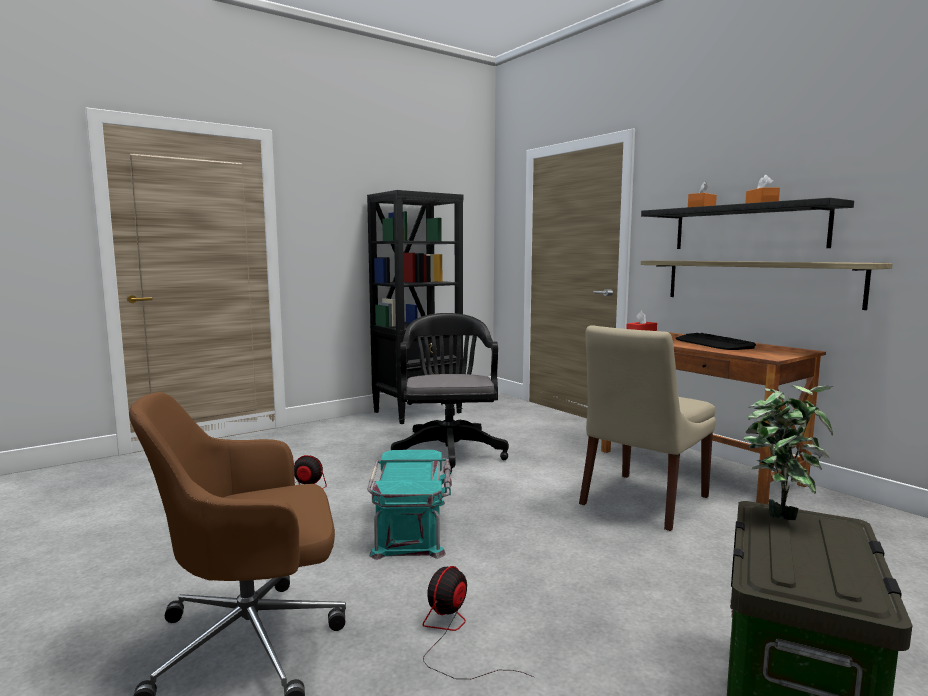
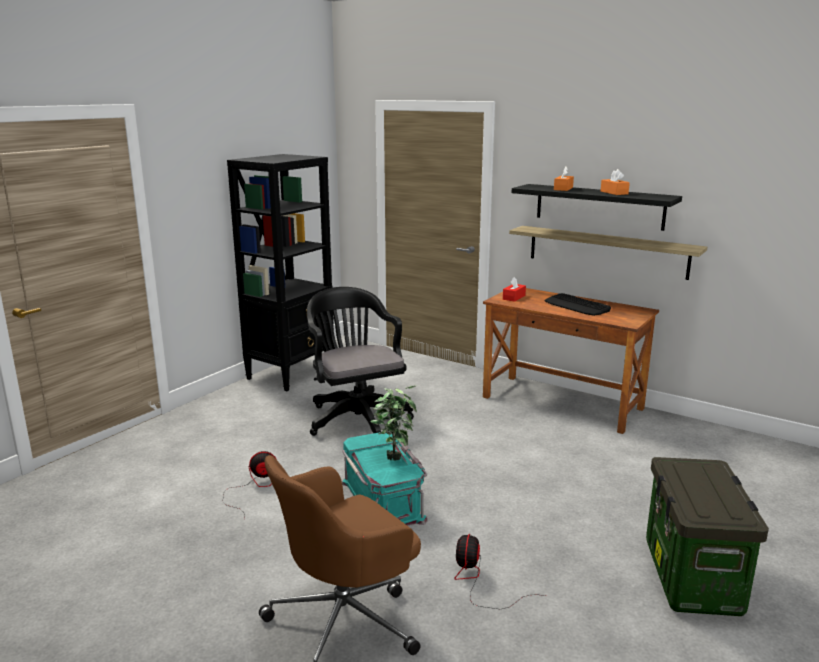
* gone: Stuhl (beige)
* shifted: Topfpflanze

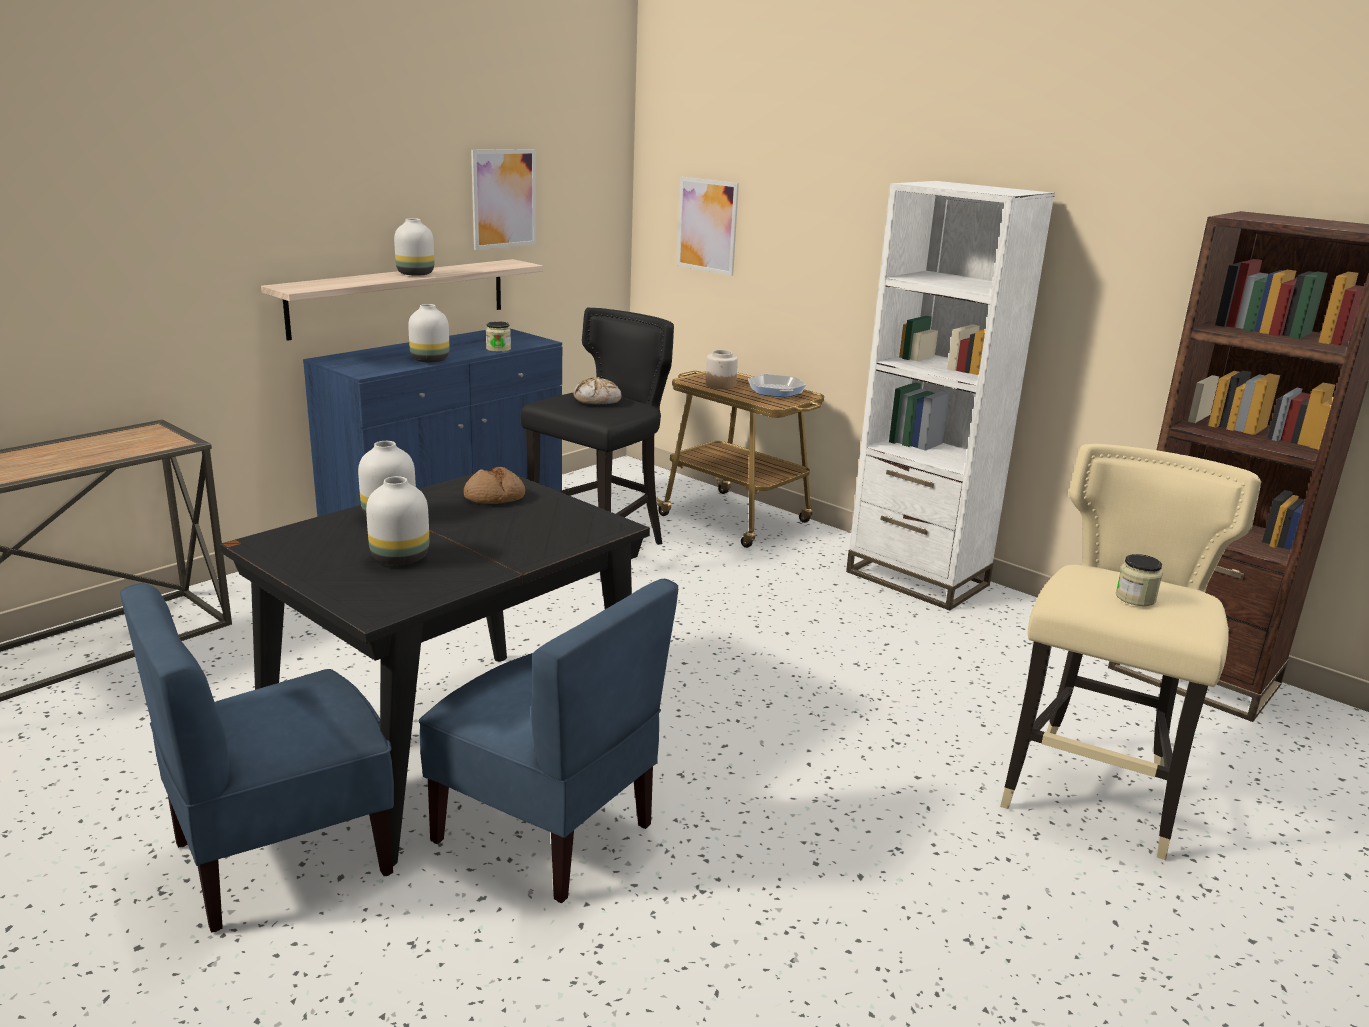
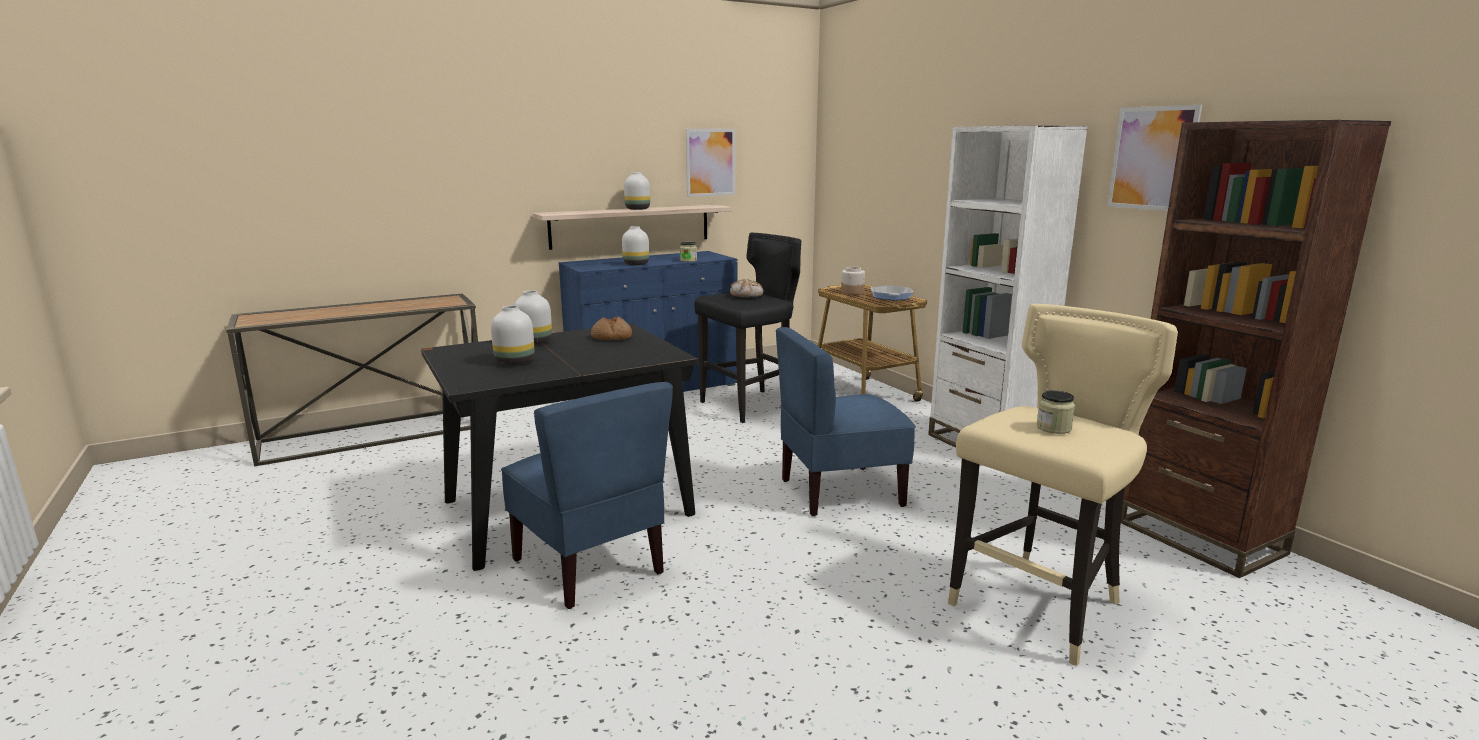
* shifted: Bild (no. 2 from left)
* shifted: Stuhl (blau) (no. 1 from left in the first image) to Stuhl (blau) (no. 2 from left)

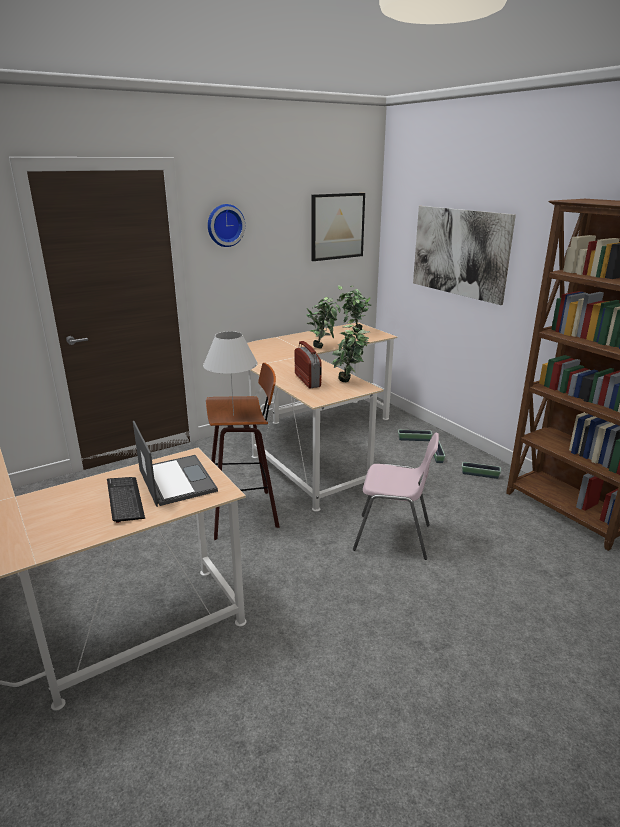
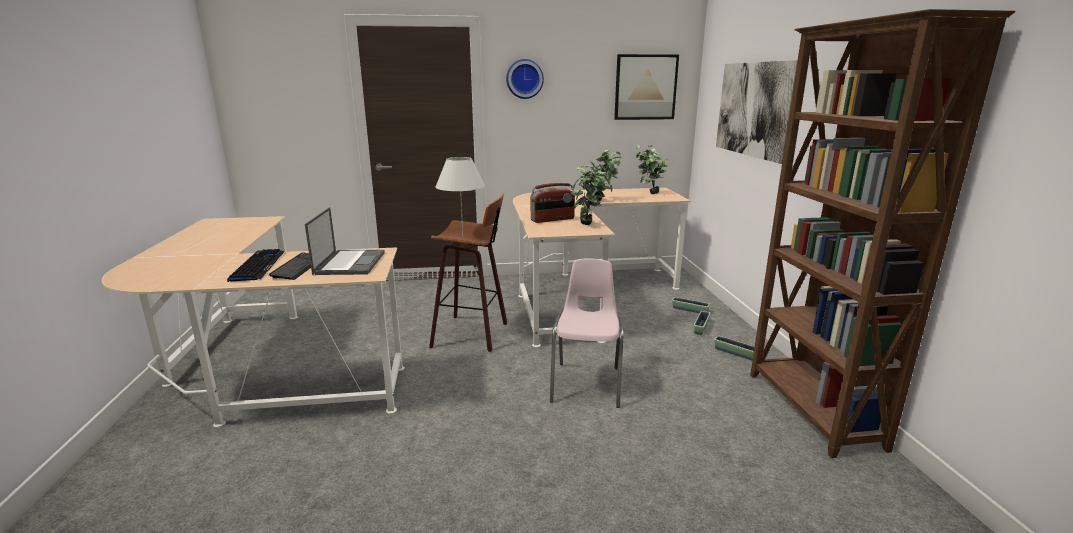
* rotated: Radio 60 degrees clockwise
* rotated: Stuhl (rosa) 120 degrees counterclockwise
* new: Tastatur (no. 1 from left)

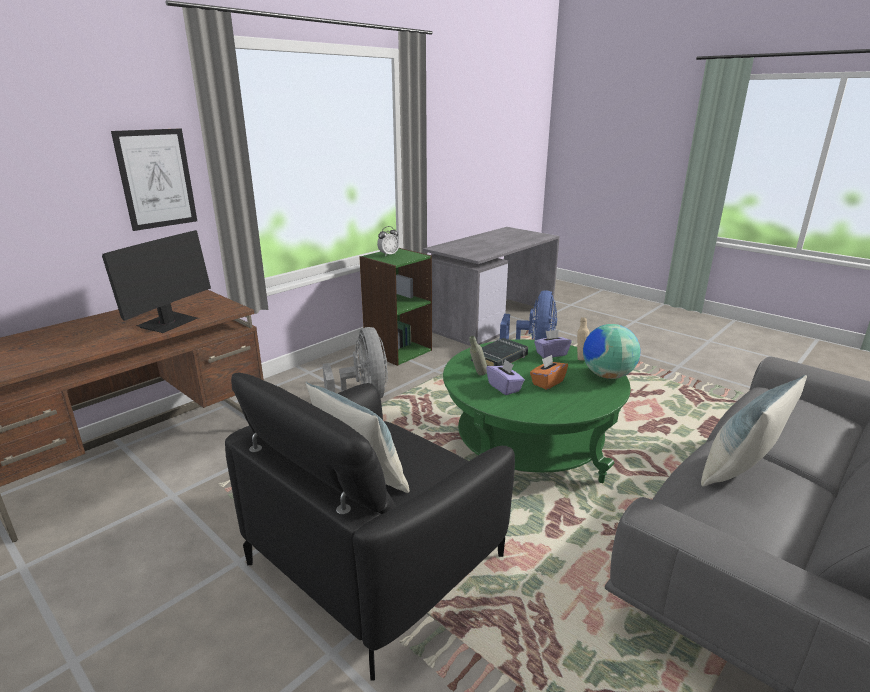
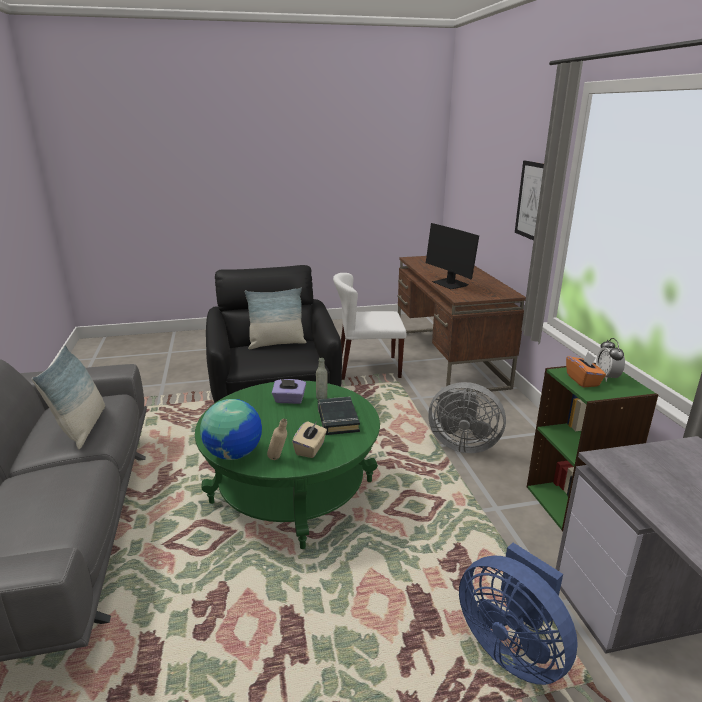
* repainted: Taschentuchbox (lila) (no. 2 from left) to Taschentuchbox (beige)
* shifted: Taschentuchbox (orange)
* new: Stuhl (weiß)

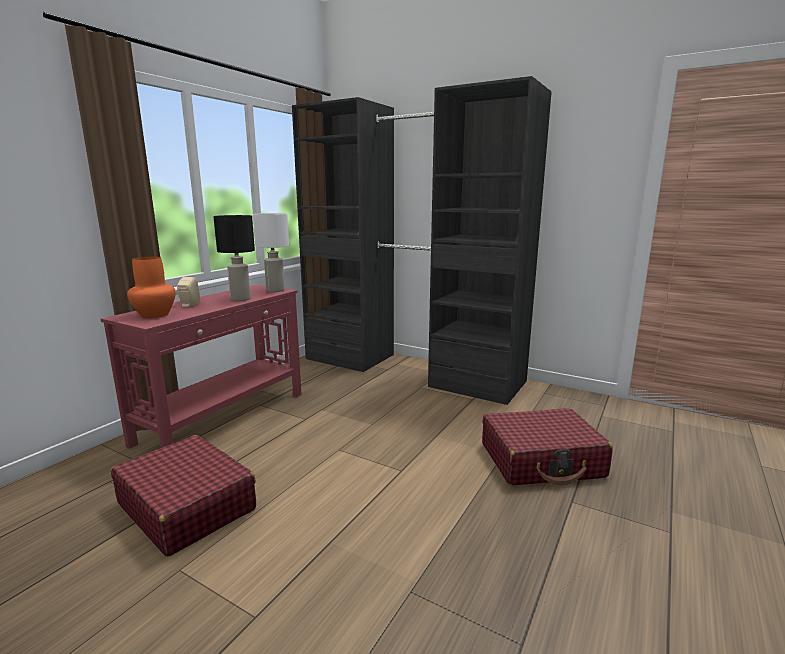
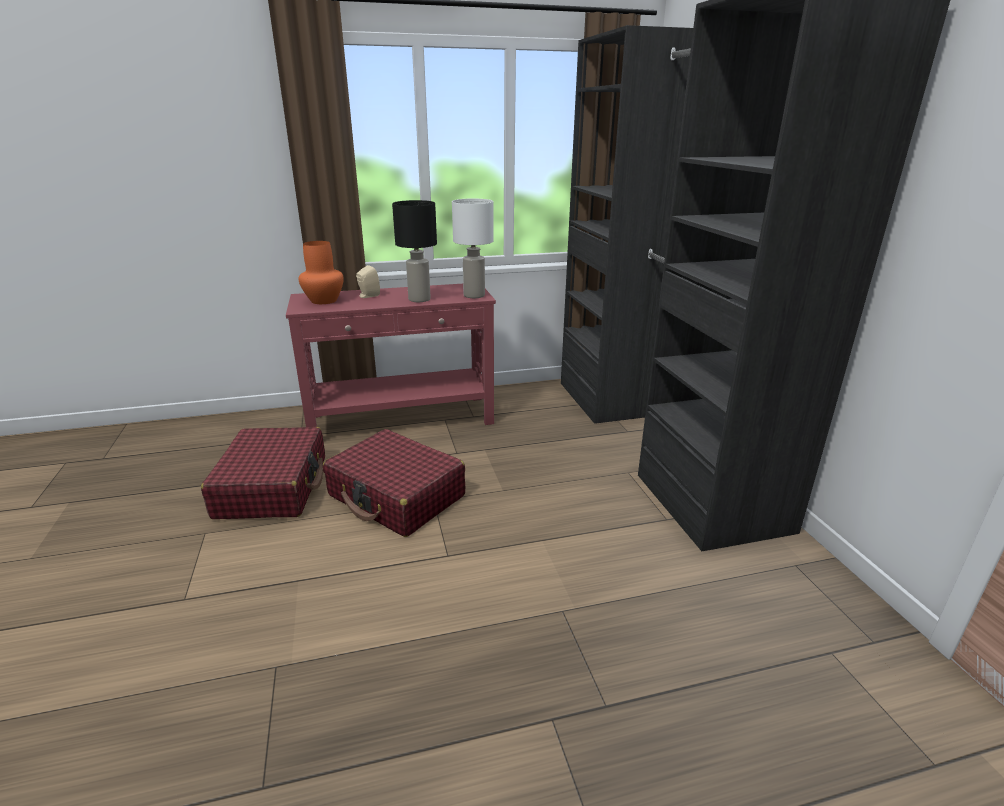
* shifted: Koffer (rot) (no. 2 from left)

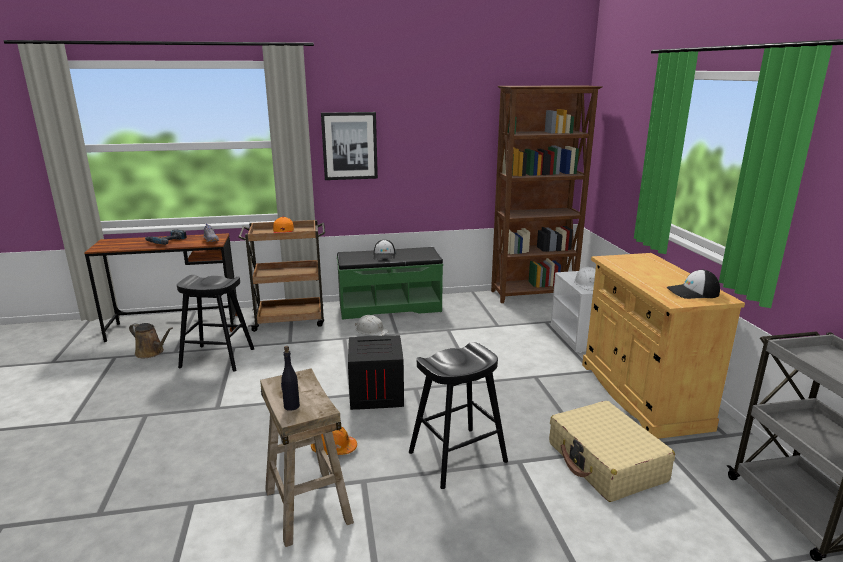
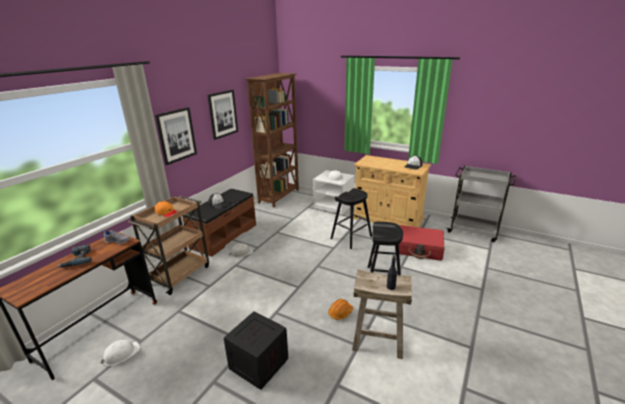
* repainted: Bank (grün) to Bank (braun)
* shifted: Hocker (schwarz) (no. 1 from left)
* swapped: Gießkanne (braun) to Schutzhelm (weiß) (no. 1 from left)
* shifted: Kiste
* repainted: Koffer (beige) to Koffer (rot)
* new: Bild (no. 2 from left)

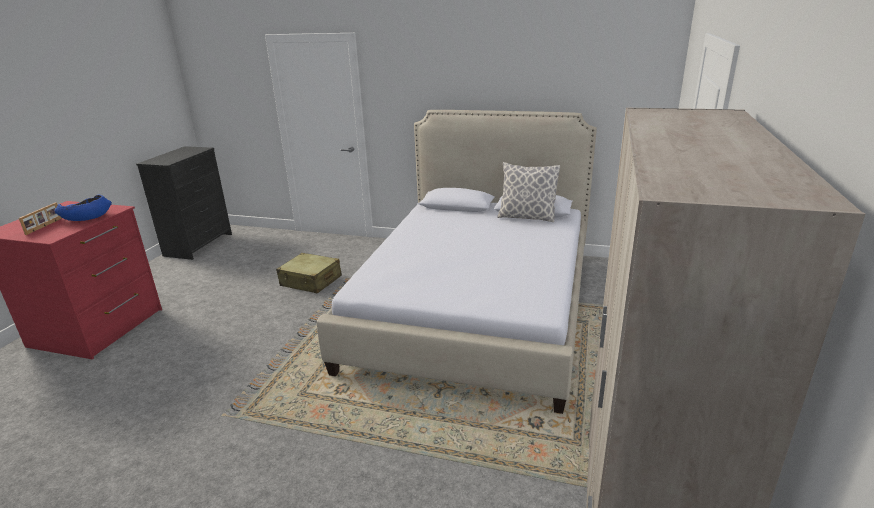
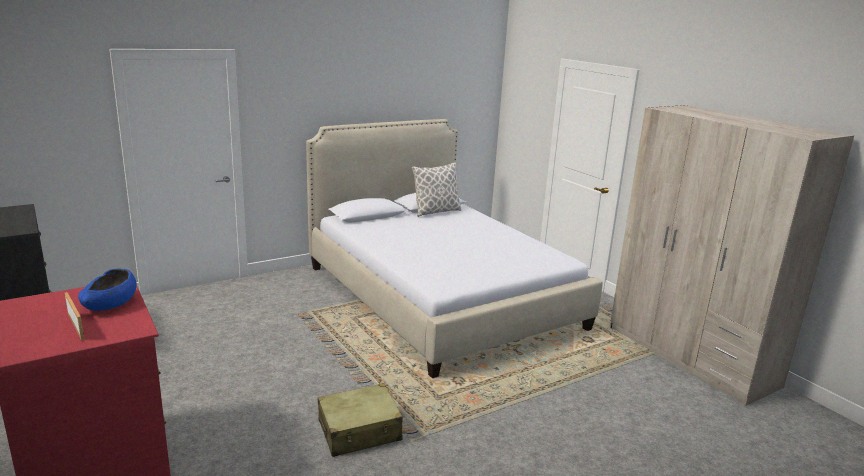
* shifted: Koffer (beige)

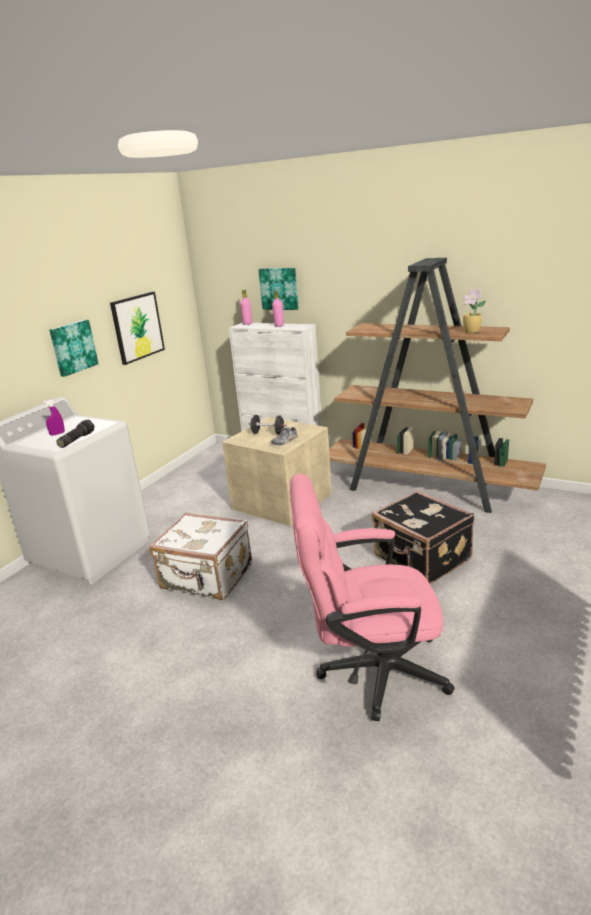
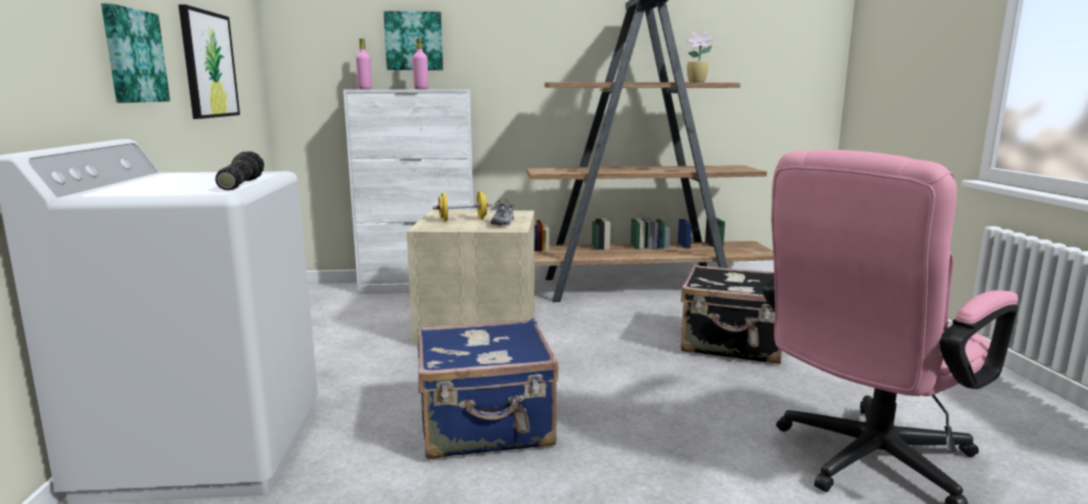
* gone: Sprühflasche (lila)
* repainted: Hantel (schwarz) to Hantel (gelb)
* repainted: Koffer (weiß) to Koffer (blau)

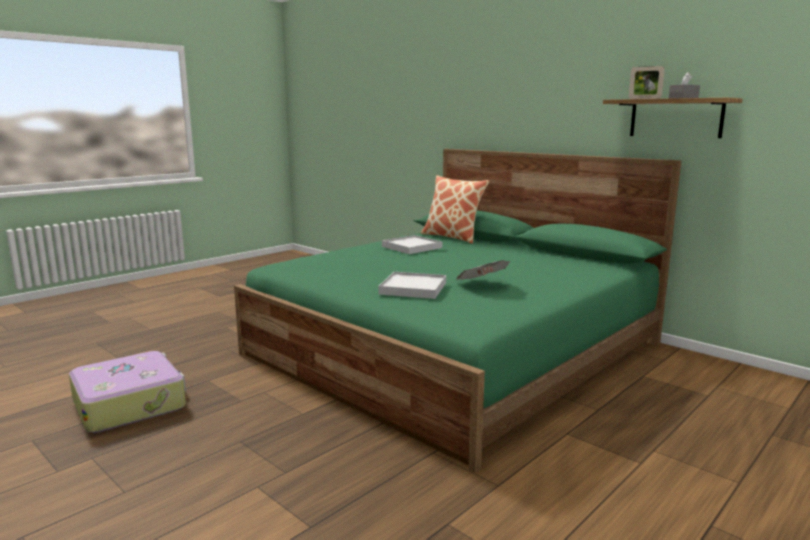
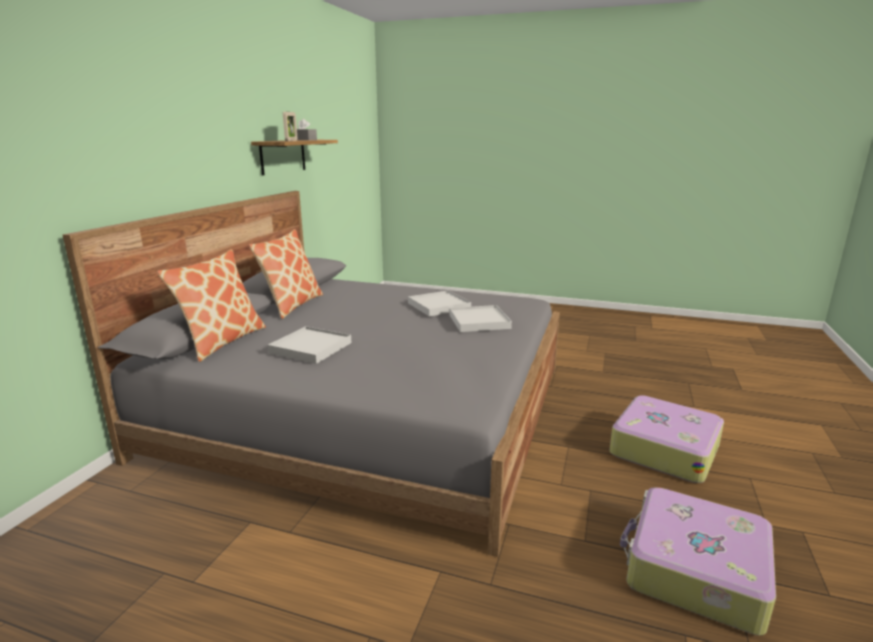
* repainted: Bett (grün) to Bett (grau)
* swapped: Zeitung to Tablett (weiß) (no. 2 from left)
* new: Kissen (no. 2 from left)
* new: Koffer (no. 1 from left)

